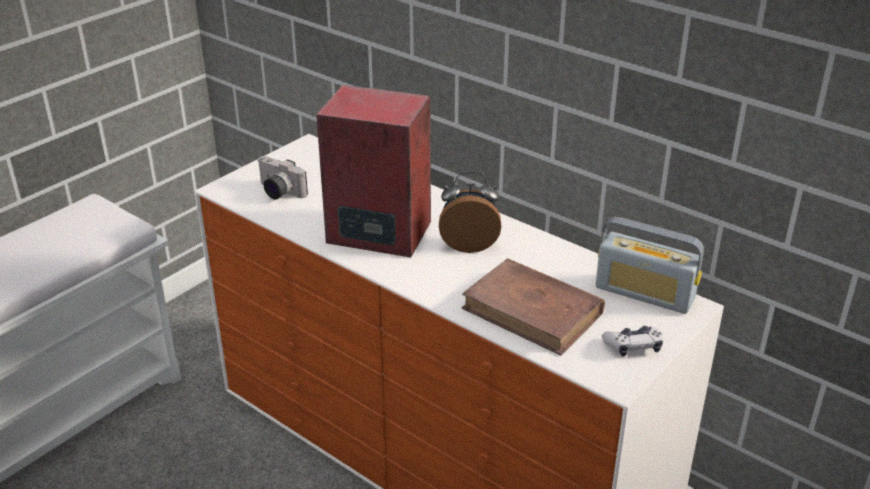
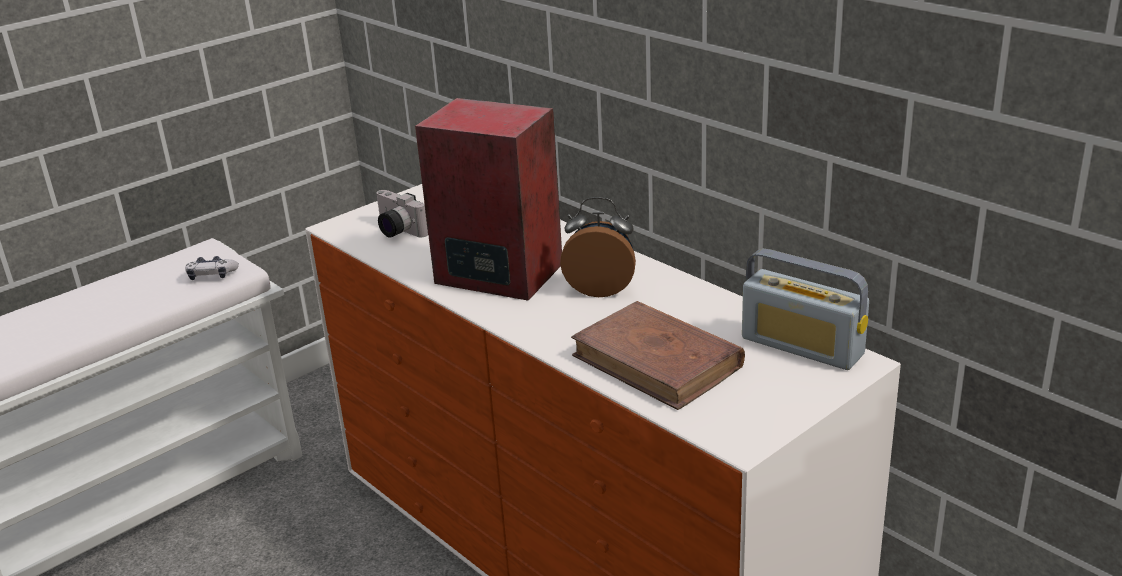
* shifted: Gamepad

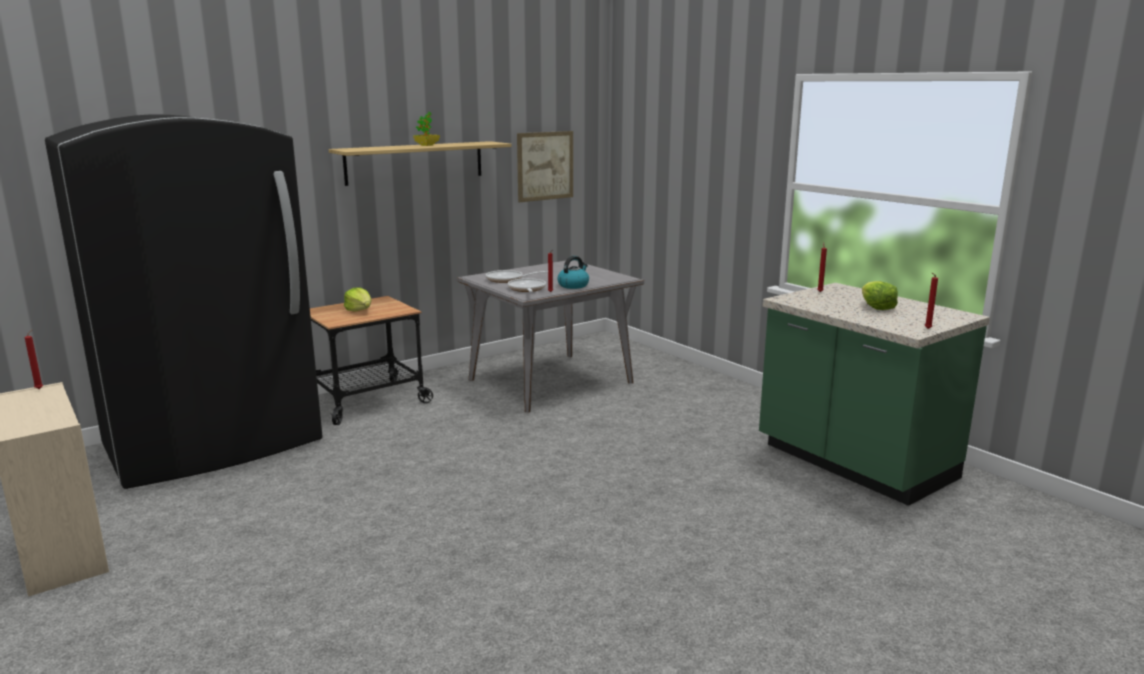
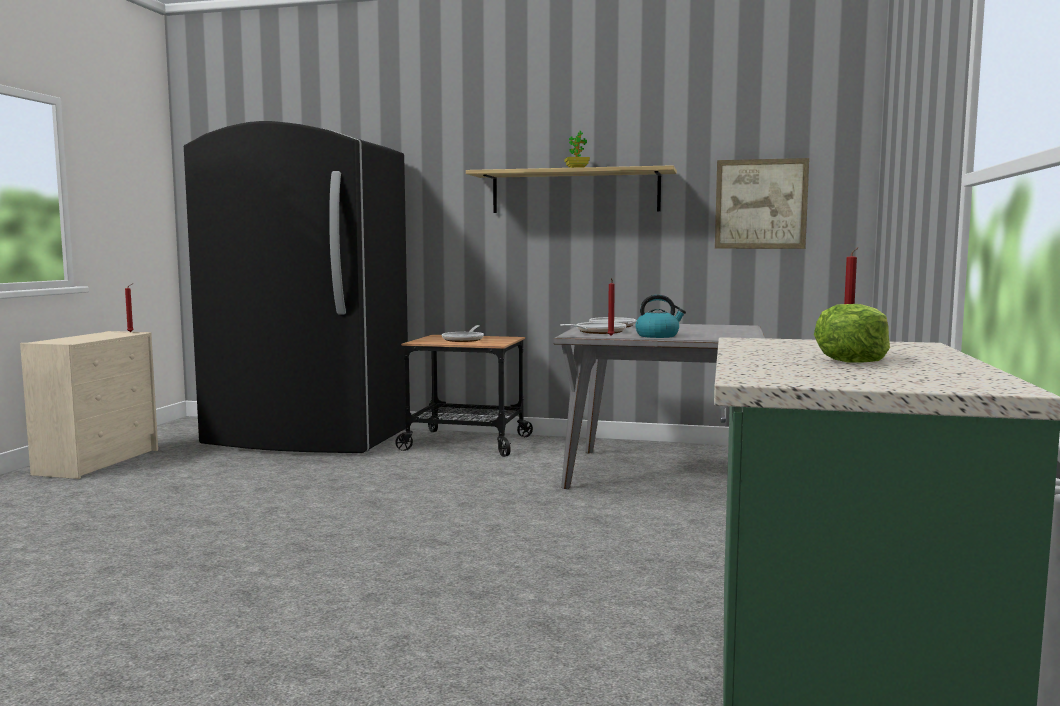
* gone: Kerze (rot) (no. 4 from left)
* swapped: Salatkopf (no. 1 from left) to Pfanne (no. 1 from left)

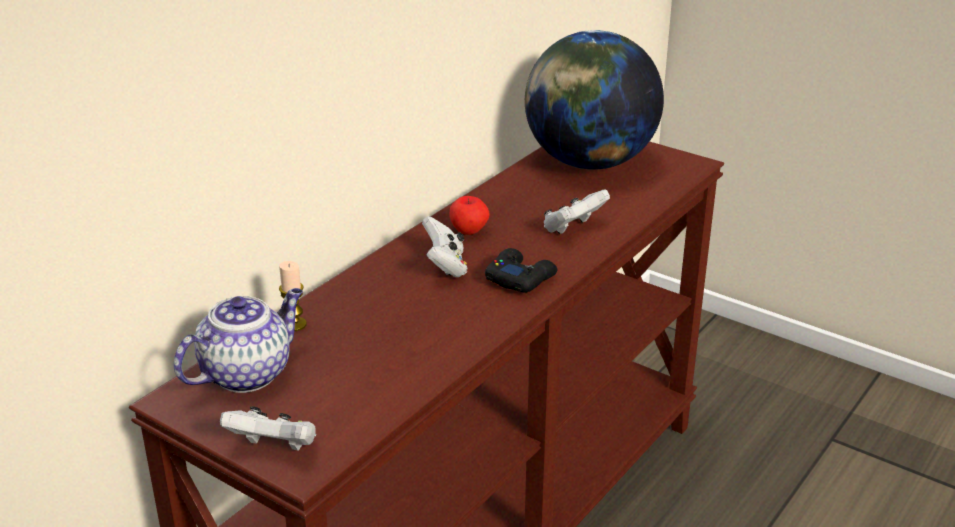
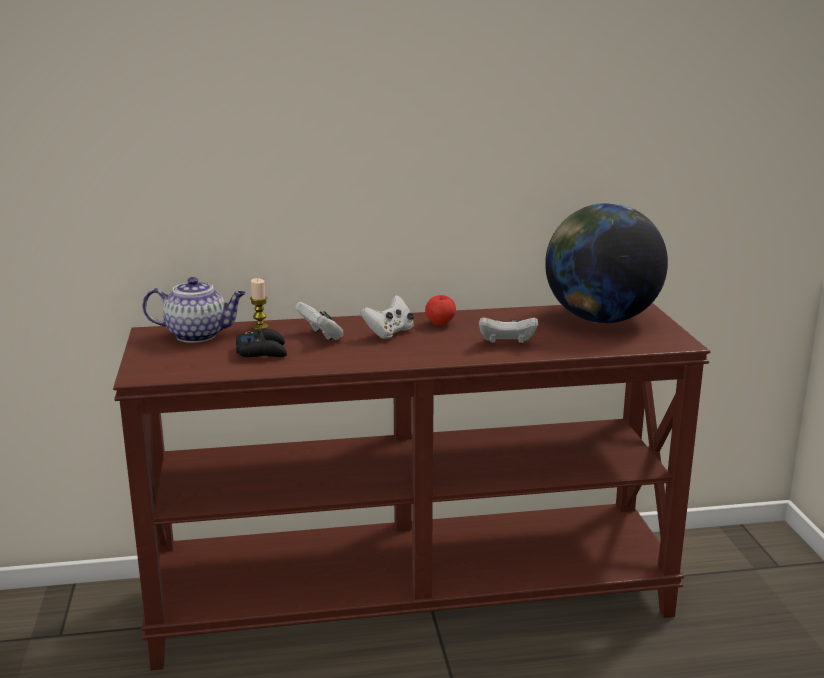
* shifted: Gamepad (schwarz)
* shifted: Gamepad (weiß) (no. 1 from left)

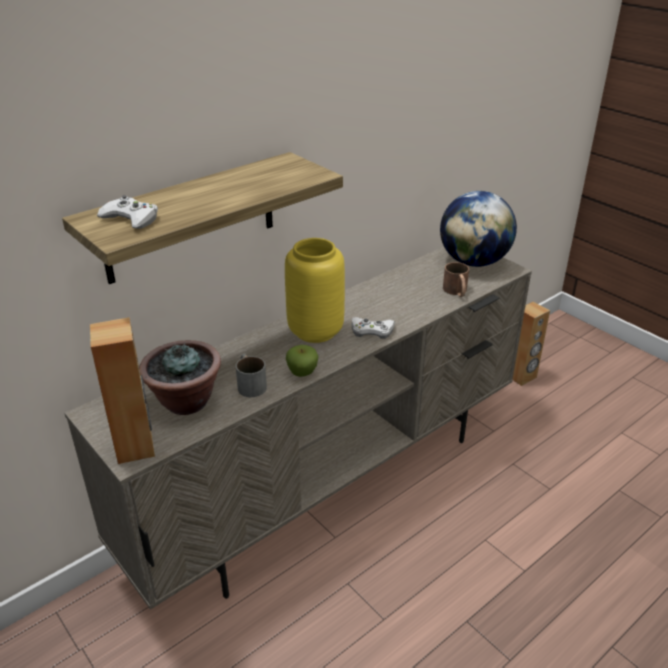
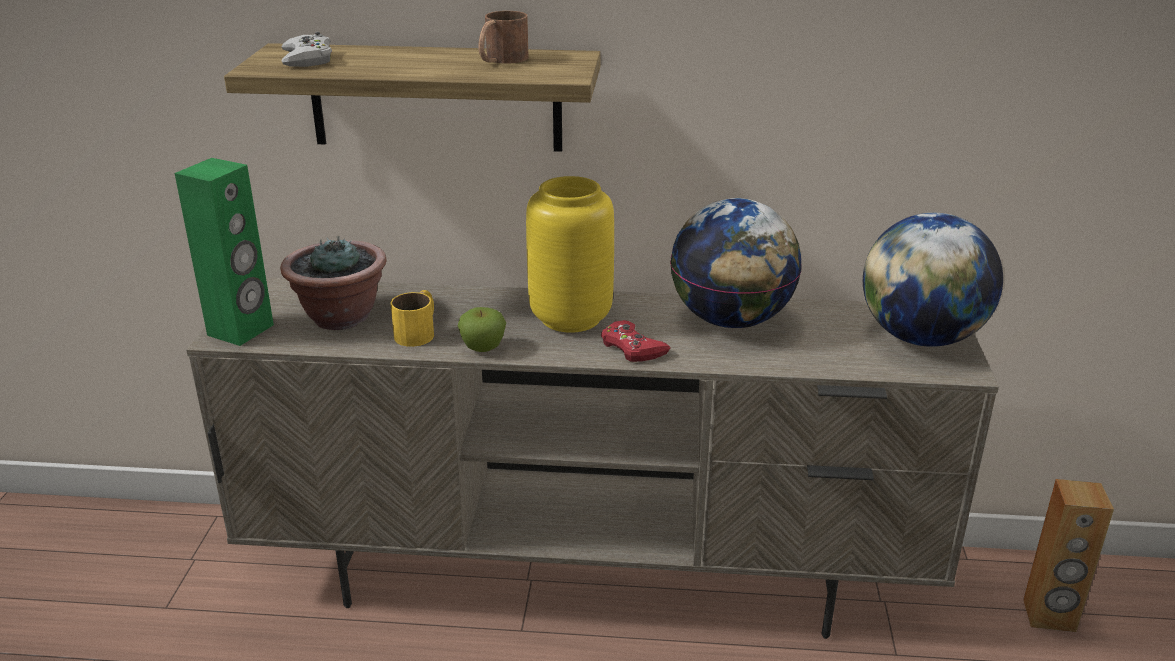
* shifted: Henkelbecher (braun)
* repainted: Lautsprecher (braun) (no. 1 from left) to Lautsprecher (grün)
* repainted: Gamepad (weiß) (no. 2 from left) to Gamepad (rot)
* repainted: Henkelbecher (grau) to Henkelbecher (gelb)
* new: Globus (no. 1 from left)

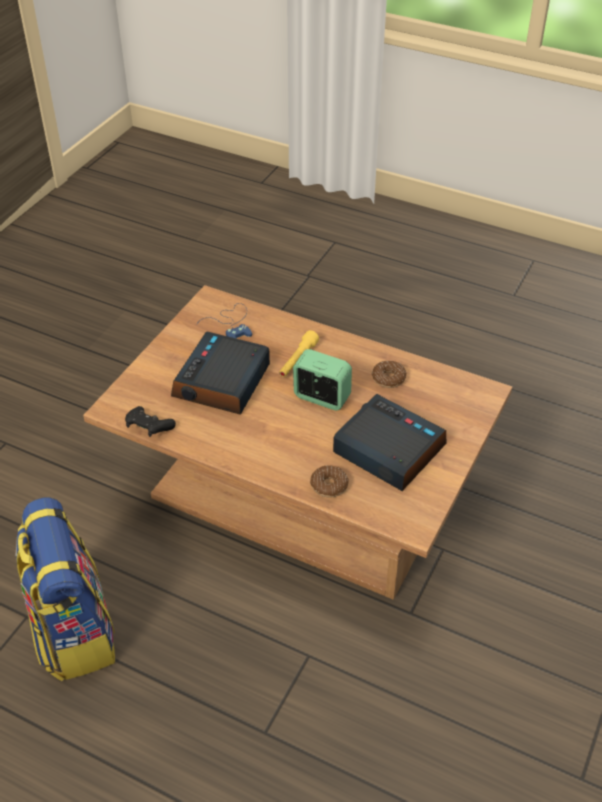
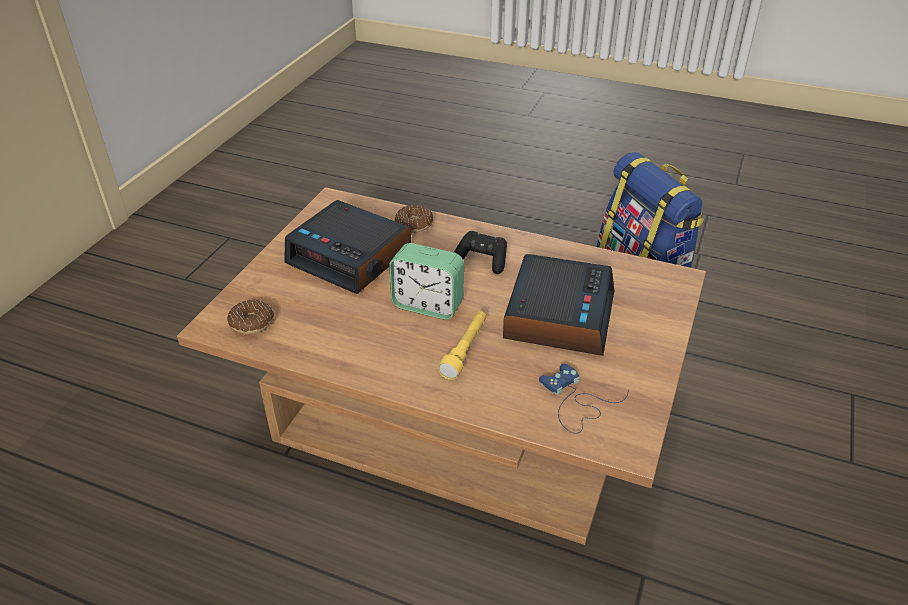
* shifted: Donut (no. 2 from left in the first image) to Donut (no. 1 from left)
* shifted: Gamepad (schwarz)

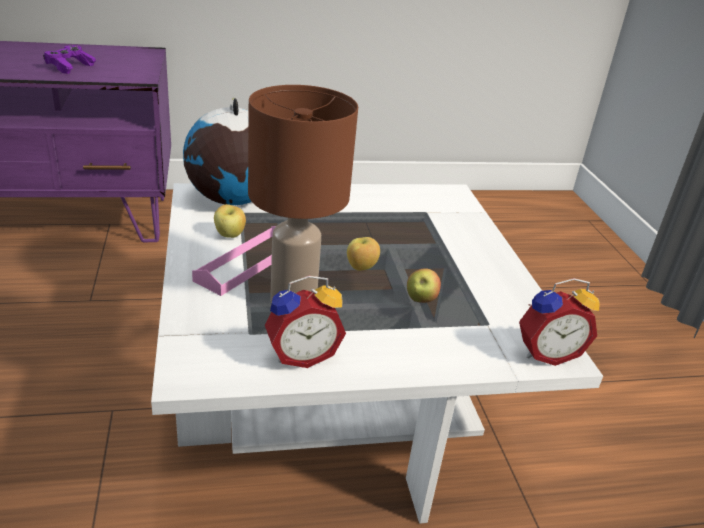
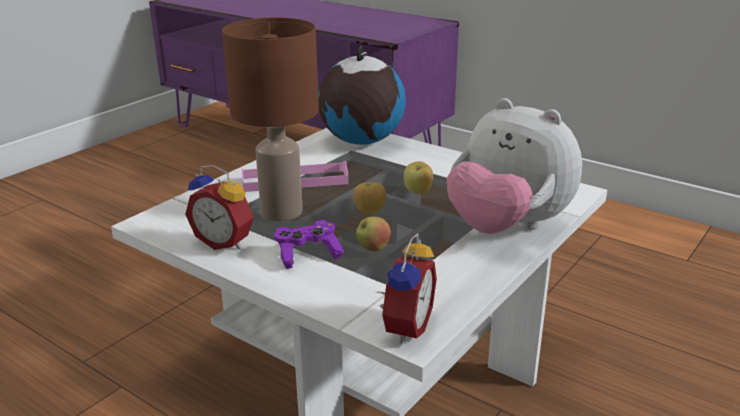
* shifted: Gamepad (lila)
* shifted: Apfel (no. 1 from left in the first image) to Apfel (no. 3 from left)
* rotated: Wecker (no. 2 from left) 105 degrees counterclockwise
* new: Plüschtier

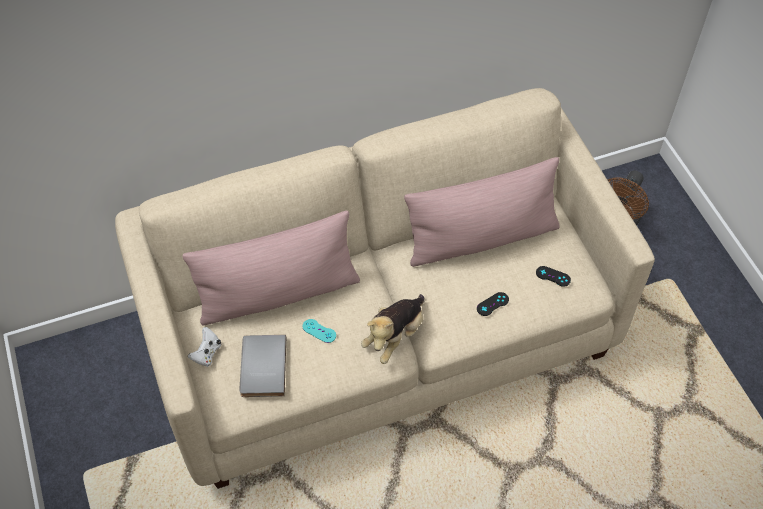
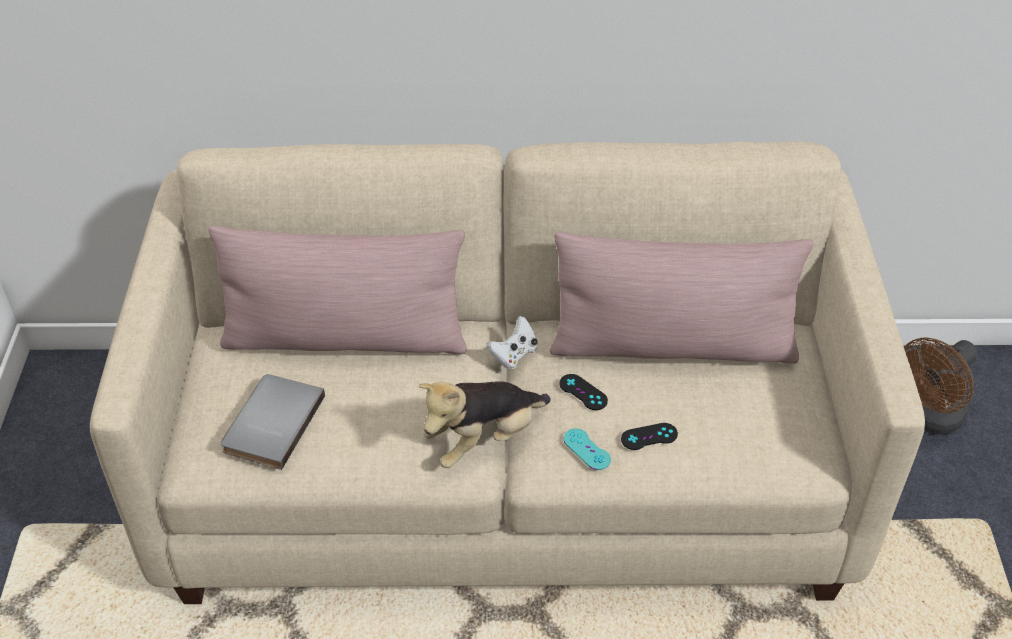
* shifted: Gamepad (schwarz) (no. 2 from left in the first image) to Gamepad (schwarz) (no. 1 from left)
* shifted: Gamepad (türkis)
* shifted: Gamepad (weiß)

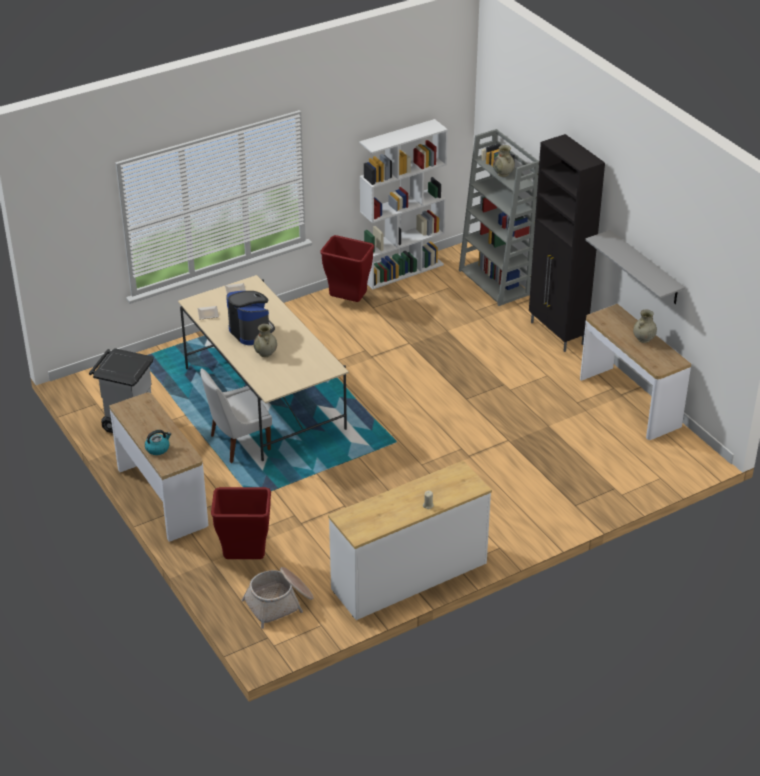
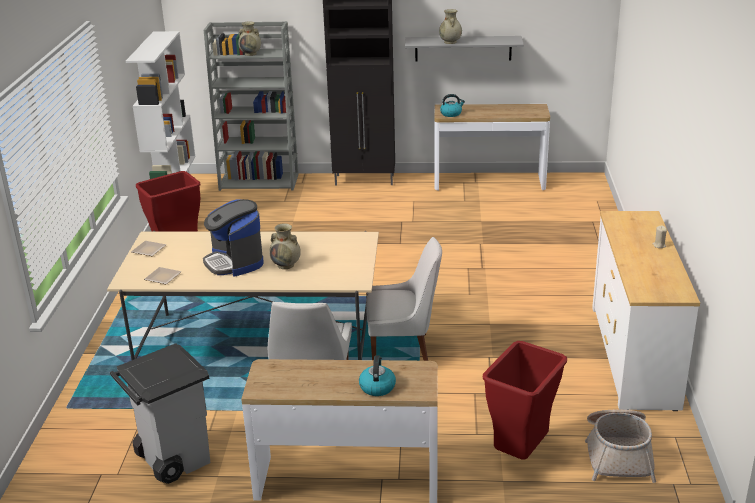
* rotated: Kaffeemaschine 120 degrees counterclockwise
* shifted: Vase (beige) (no. 3 from left)
* new: Wasserkessel (no. 2 from left)
* new: Stuhl (weiß) (no. 2 from left)

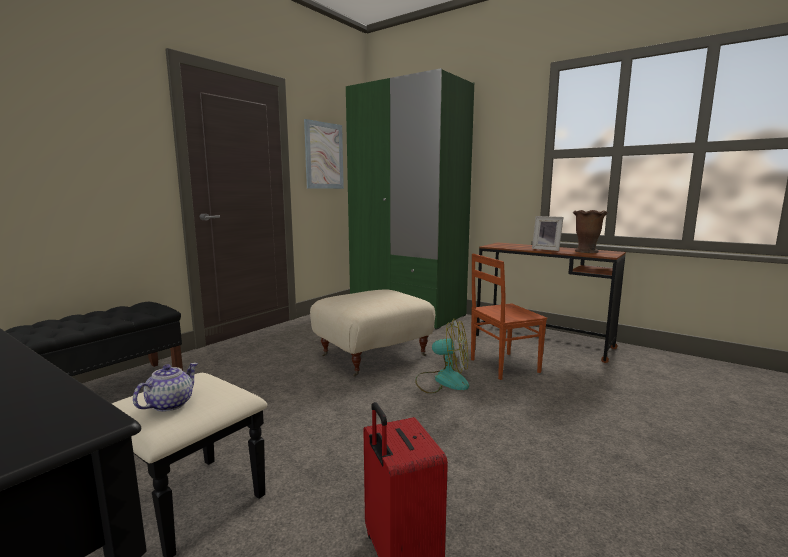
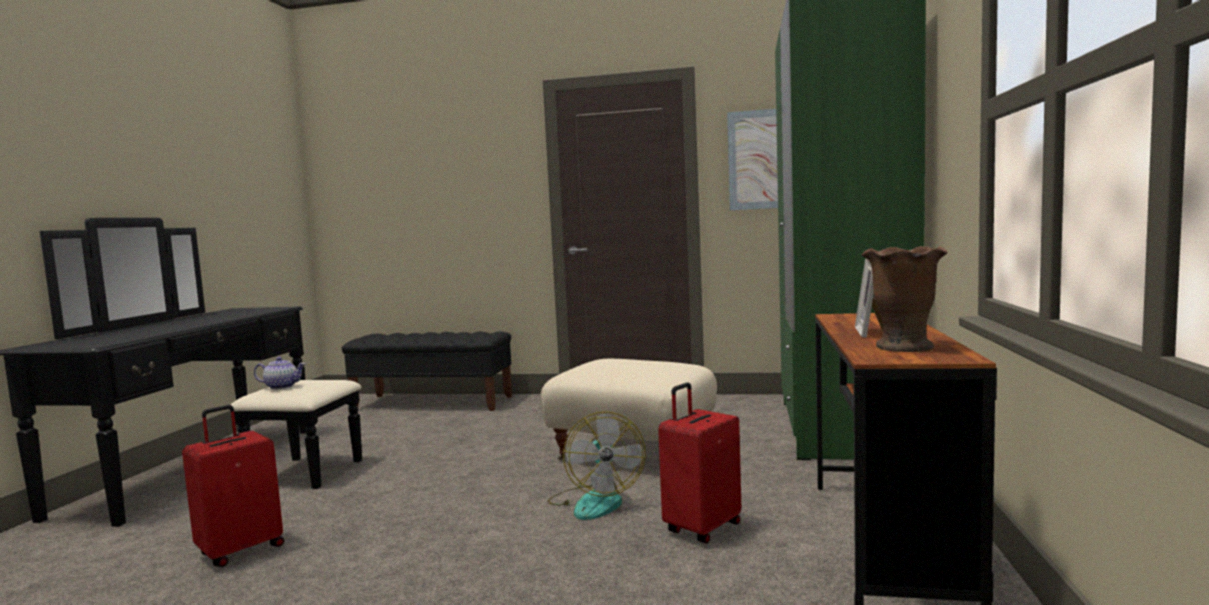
* swapped: Stuhl (braun) to Koffer (rot) (no. 2 from left)

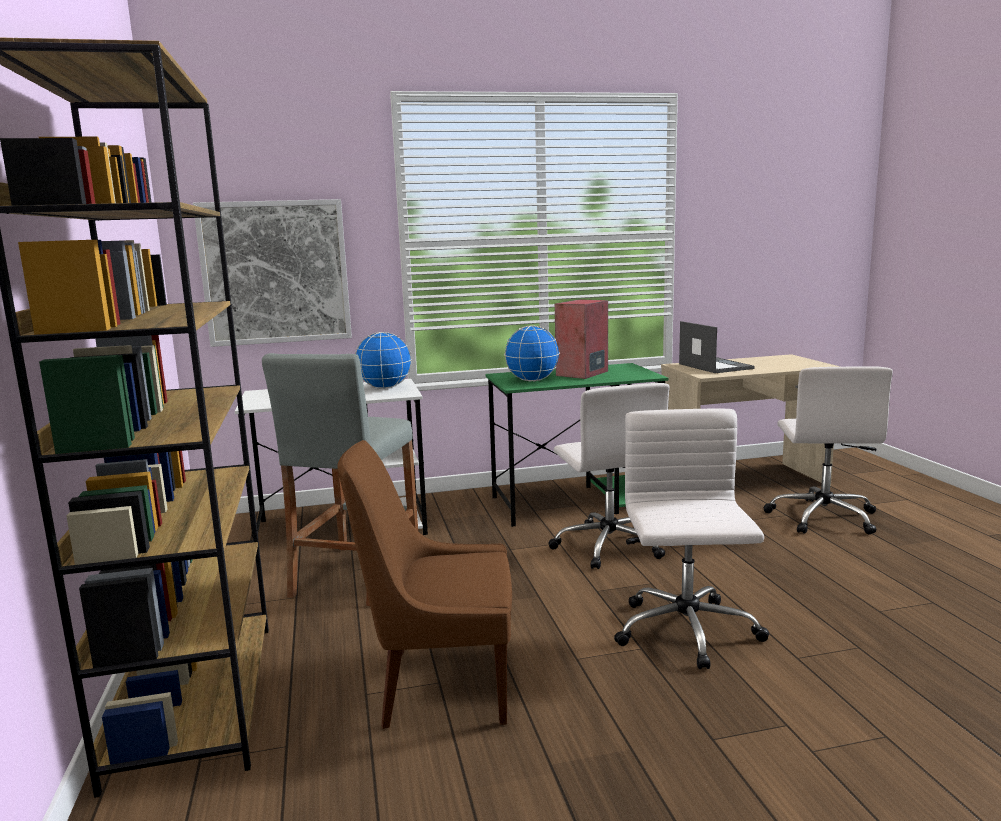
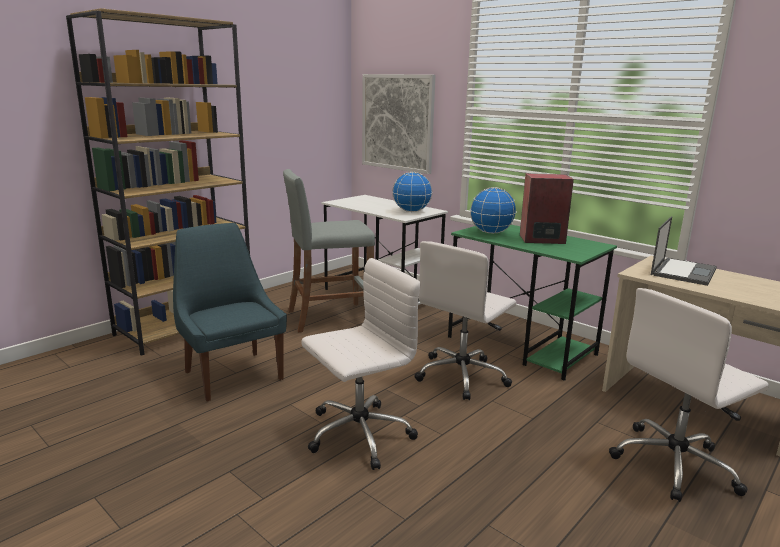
* repainted: Stuhl (braun) to Stuhl (blau)

